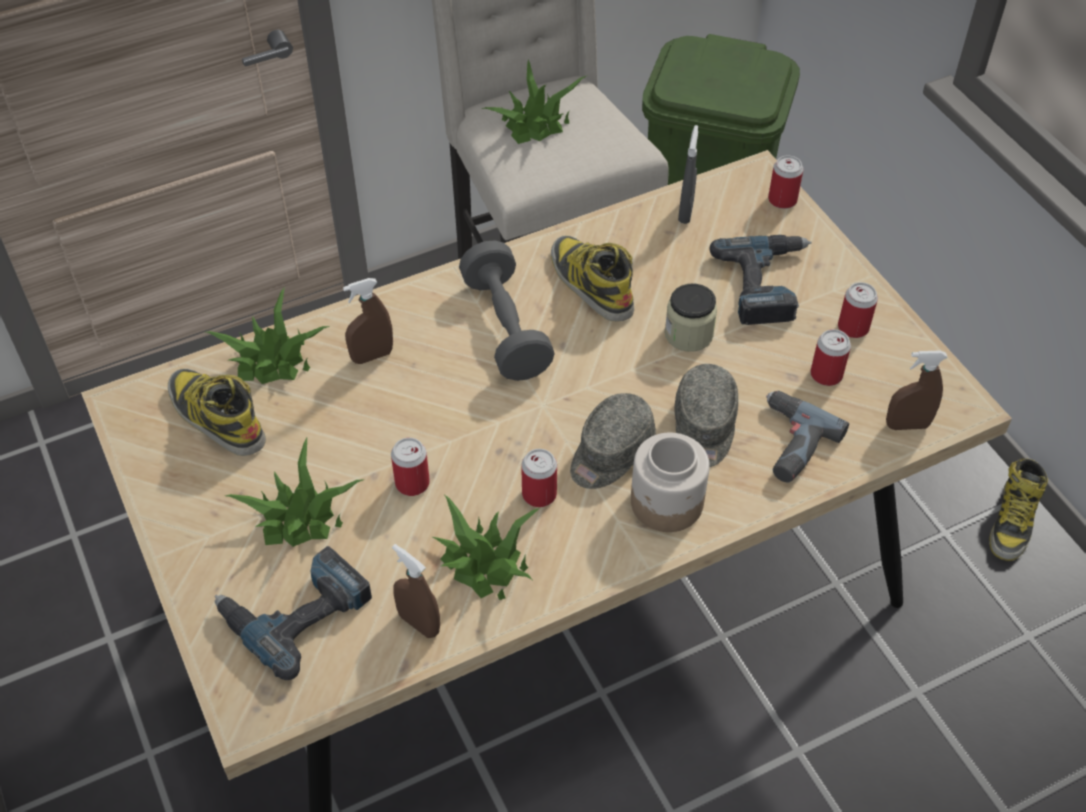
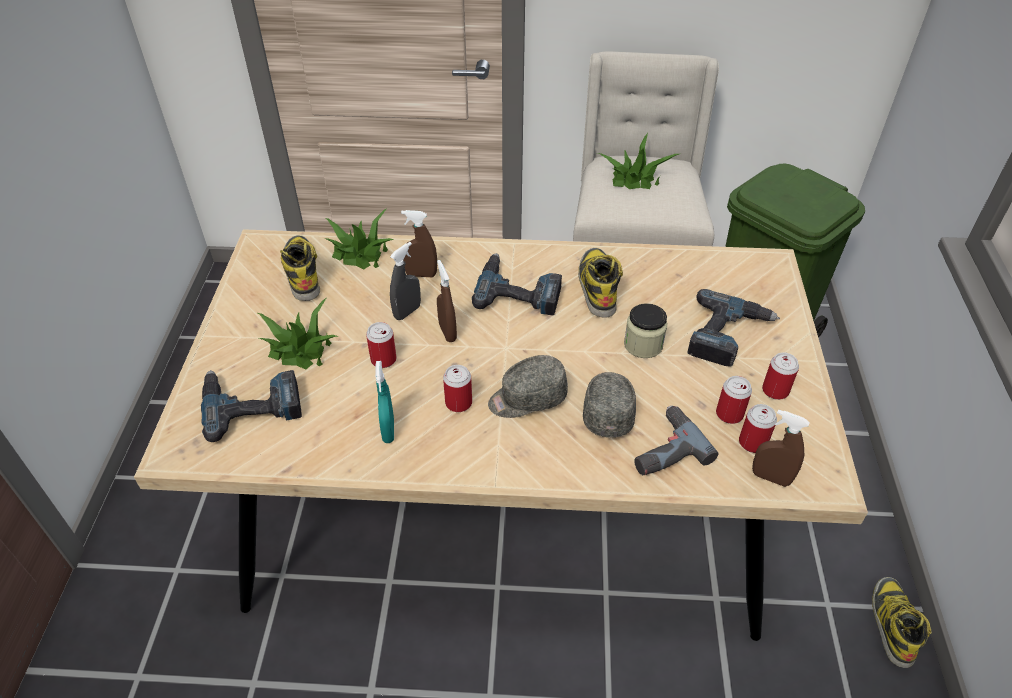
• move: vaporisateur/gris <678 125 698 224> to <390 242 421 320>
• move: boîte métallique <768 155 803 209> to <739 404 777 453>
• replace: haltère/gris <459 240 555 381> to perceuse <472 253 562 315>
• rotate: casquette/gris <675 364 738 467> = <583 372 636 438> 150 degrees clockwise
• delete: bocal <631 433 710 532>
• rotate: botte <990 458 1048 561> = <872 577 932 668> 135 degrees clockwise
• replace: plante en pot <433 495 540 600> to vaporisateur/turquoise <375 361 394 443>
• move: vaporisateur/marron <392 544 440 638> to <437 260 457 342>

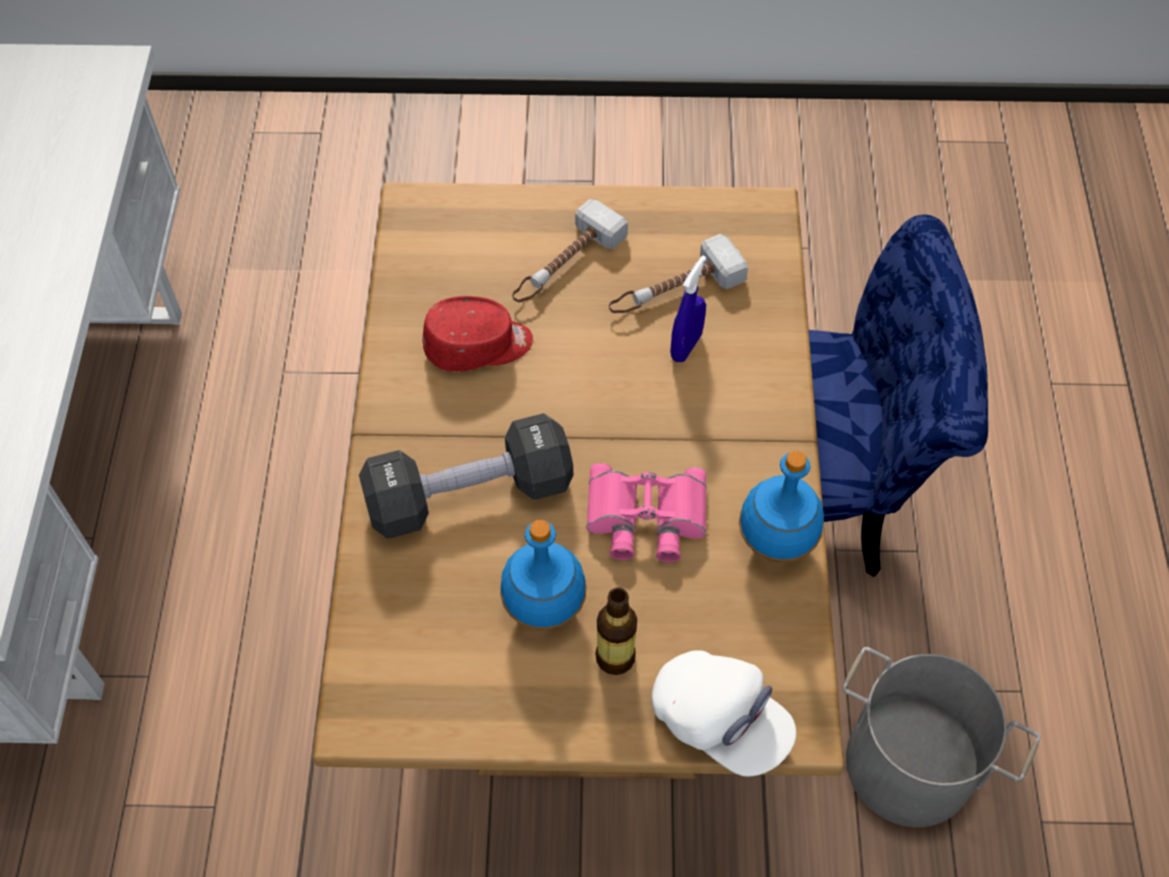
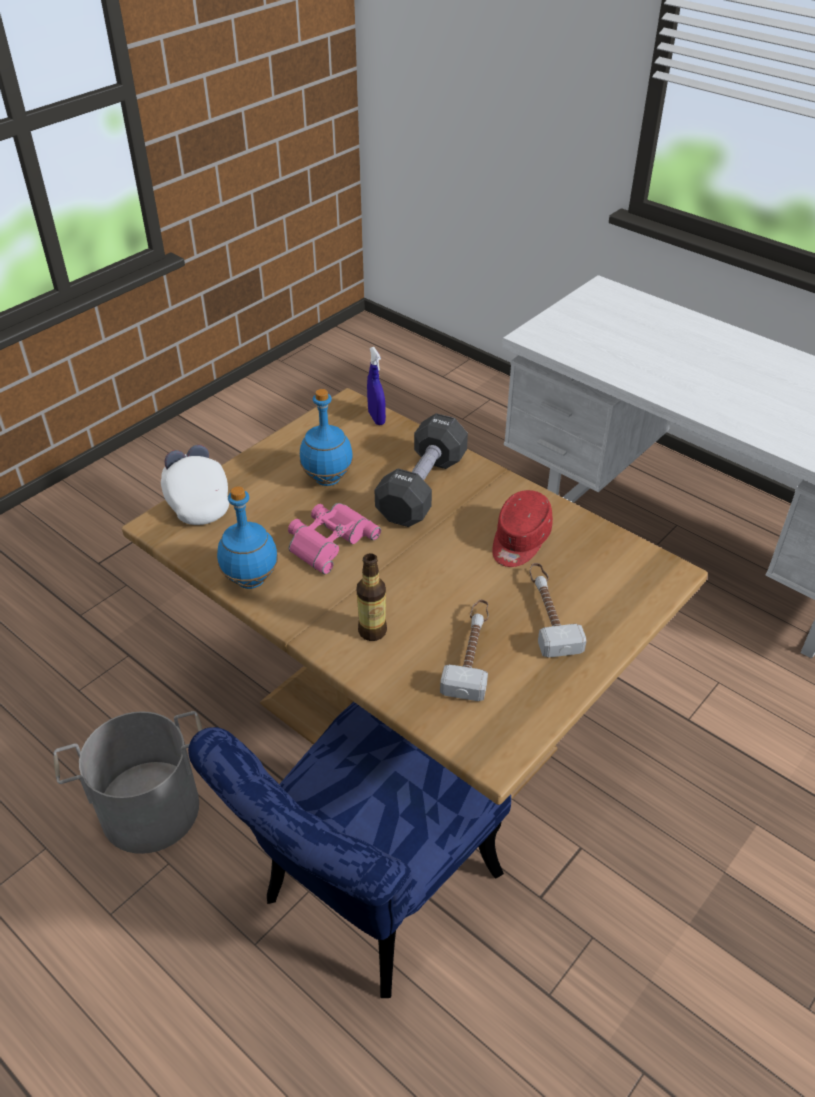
• move: vaporisateur/bleu <670 255 706 362> to <367 347 386 425>
• move: bouteille <595 588 637 675> to <357 553 387 641>
• rotate: casquette/blanc <652 650 796 777> = <161 445 229 525> 75 degrees clockwise

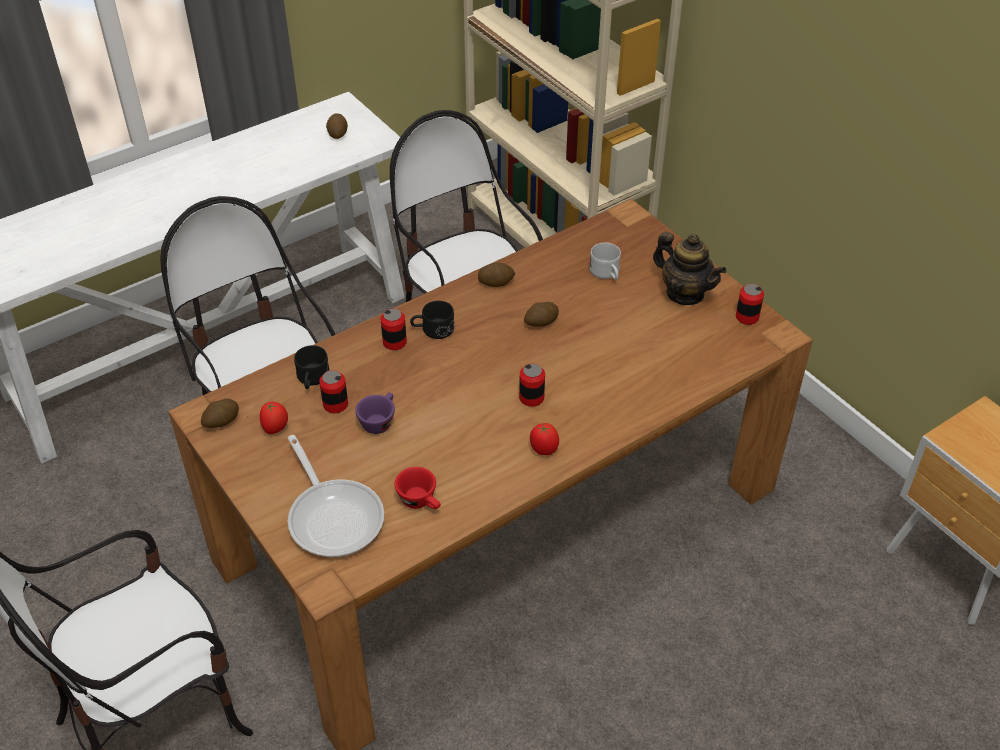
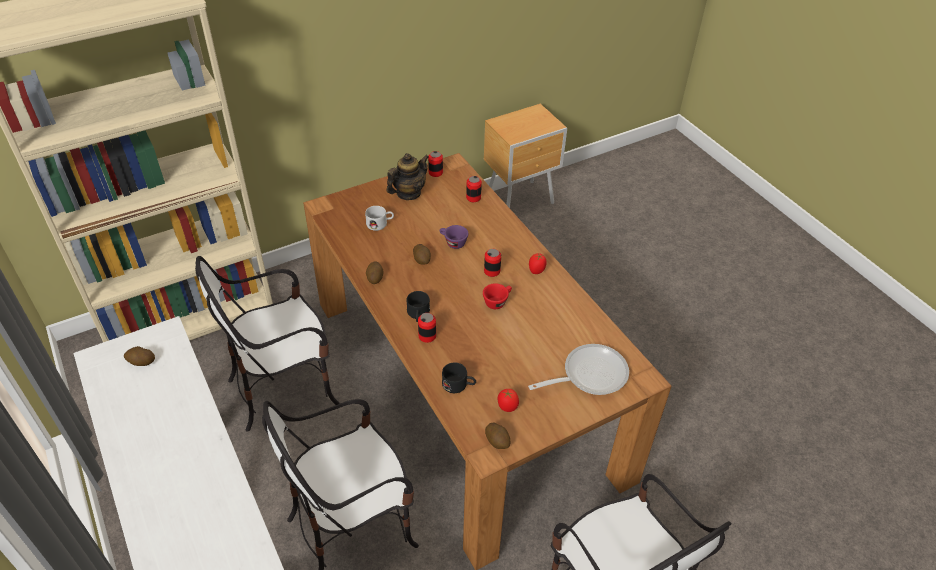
• move: boîte métallique <319 370 348 413> to <466 176 482 202>
• move: tasse/violet <355 392 395 434> to <439 225 468 249>
• move: tasse/rouge <395 467 441 509> to <483 283 512 309>

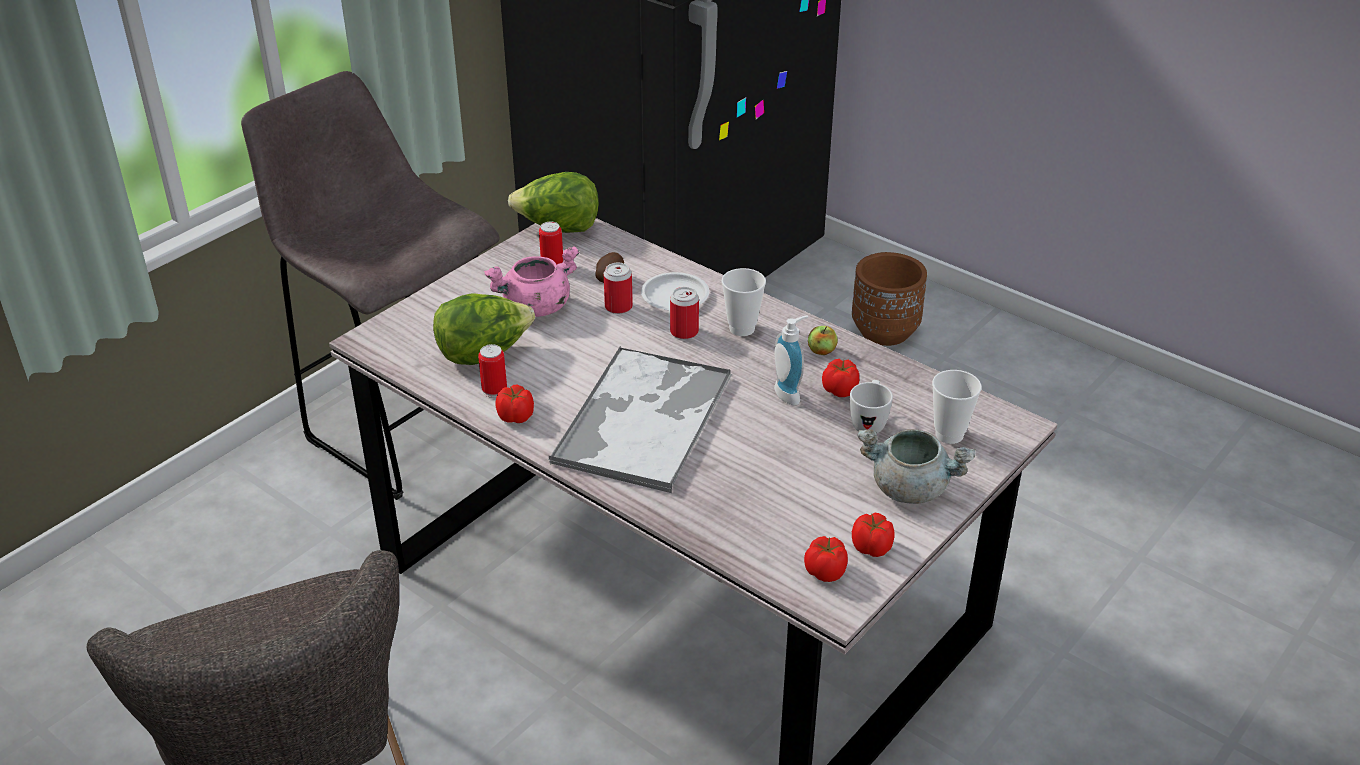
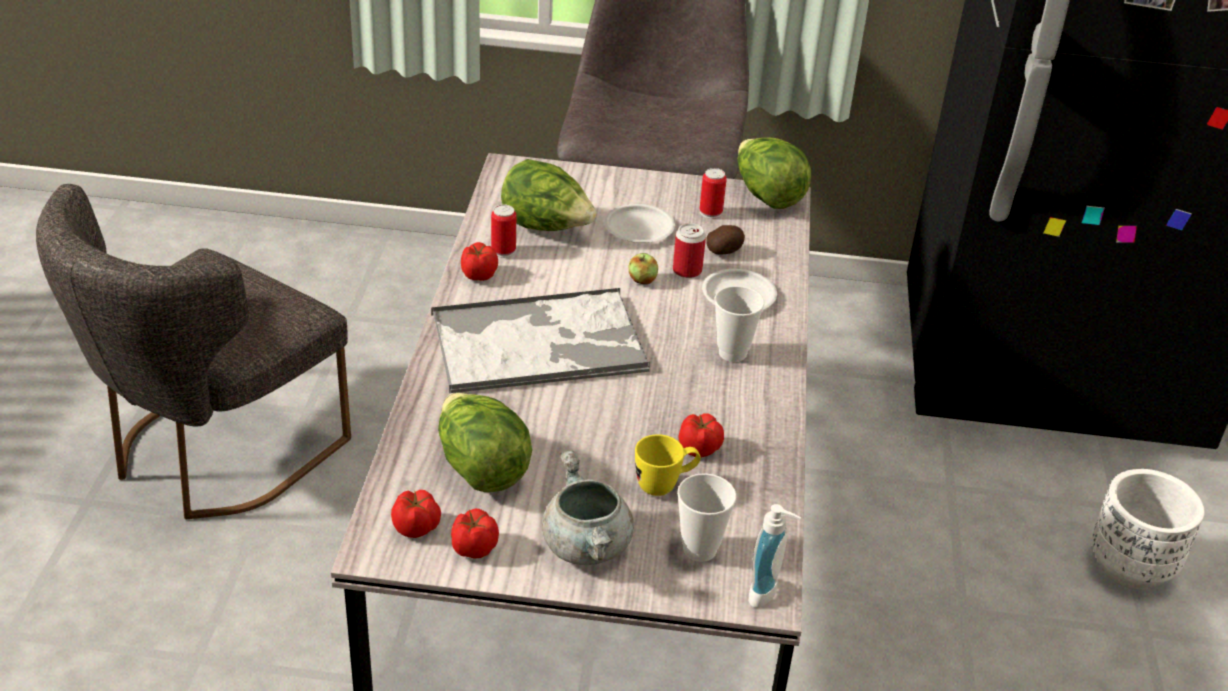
• replace: marmite/rose <484 246 579 317> to assiette/blanc <605 204 675 243>
• recolor: cache-pot/marron <852 252 927 346> to cache-pot/blanc <1092 469 1205 590>
• delete: boîte métallique <670 287 699 339>
• move: distributeur de savon <774 316 808 405> to <749 504 801 608>
• move: pomme <808 326 838 355> to <629 253 658 284>
• recolor: mug/blanc <850 380 893 433> to mug/jaune <635 434 701 496>
• insert: laitue <438 393 532 492>

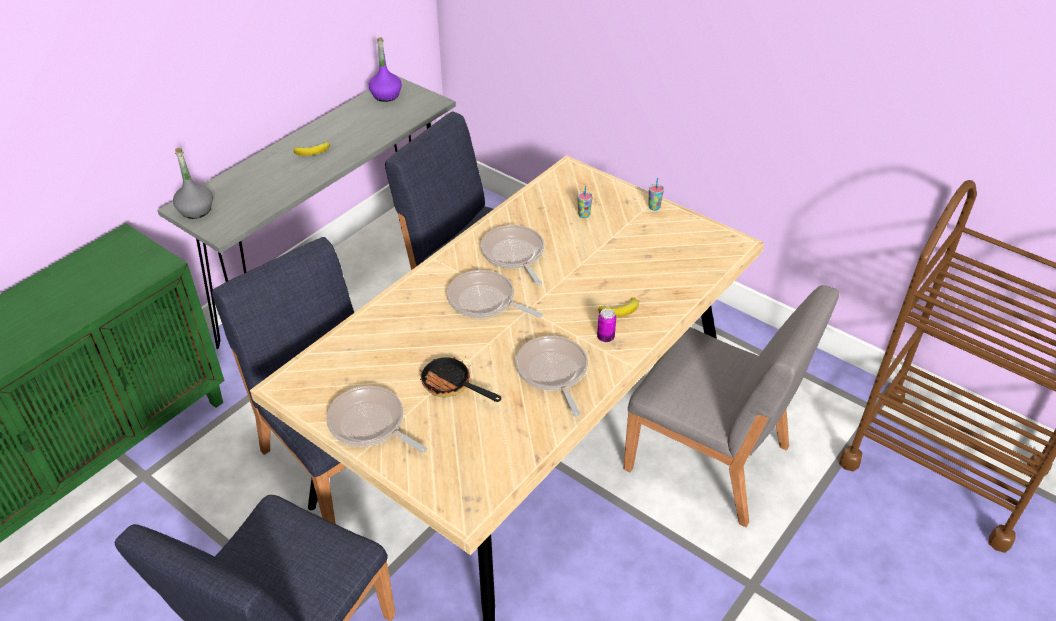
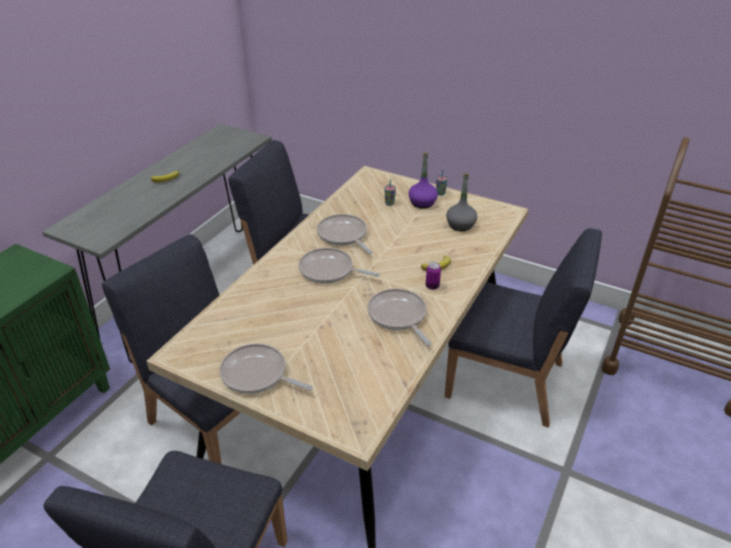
• move: bouteille/violet <369 37 402 102> to <408 152 438 209>
• move: bouteille/gris <173 148 213 219> to <446 173 477 231>
• recolor: chaise/gris <624 285 839 527> to chaise/bleu <445 228 602 427>
• delete: poêle <420 355 501 402>

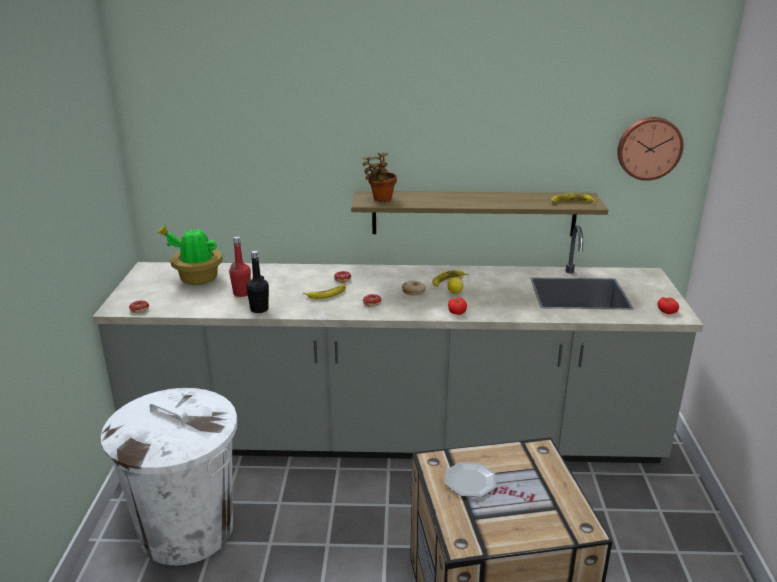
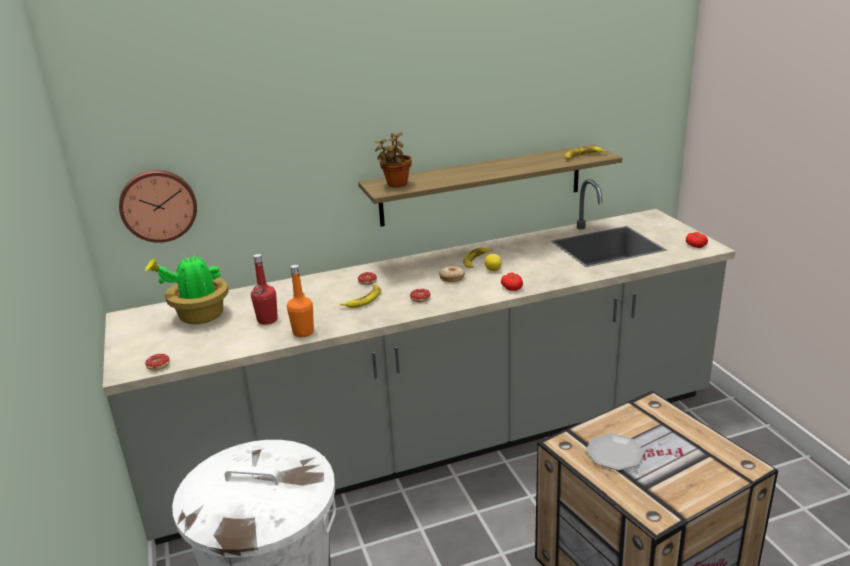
• move: horloge murale <617 117 684 181> to <119 170 197 243>
• recolor: bouteille/noir <246 250 269 313> to bouteille/orange <287 265 314 337>

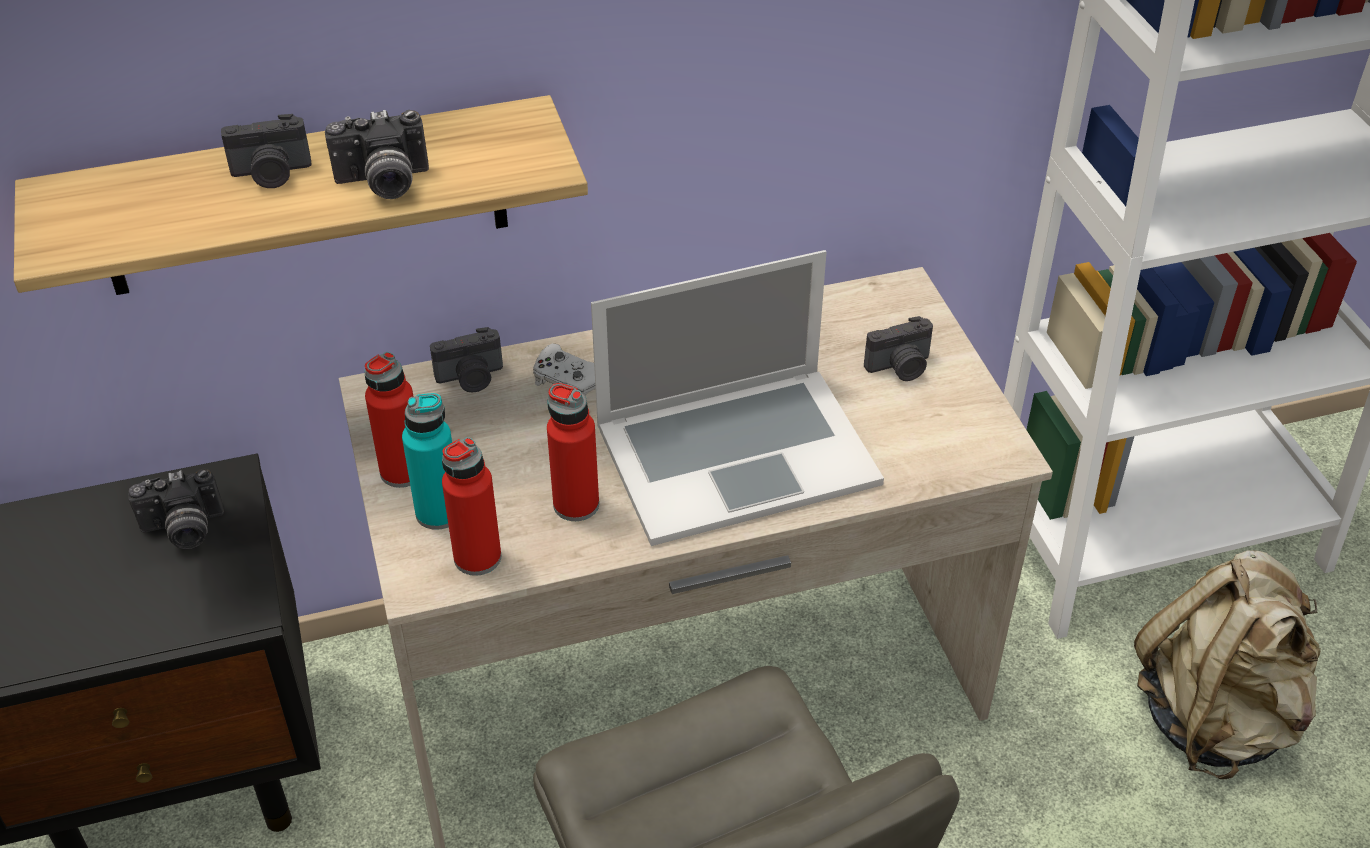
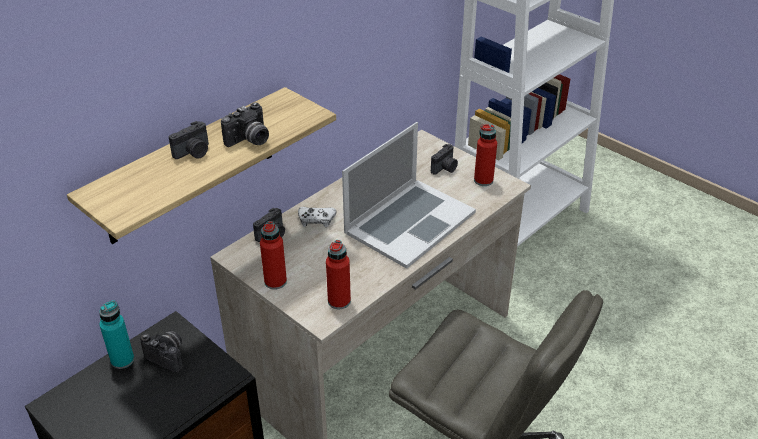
• move: bouteille/rouge <547 383 599 521> to <474 124 497 186>
• move: bouteille/turquoise <402 393 452 530> to <99 300 134 369>
• rotate: appareil photo <128 469 224 549> = <140 331 183 372> 105 degrees counterclockwise
• delete: sac à dos/beige <1134 550 1321 779>

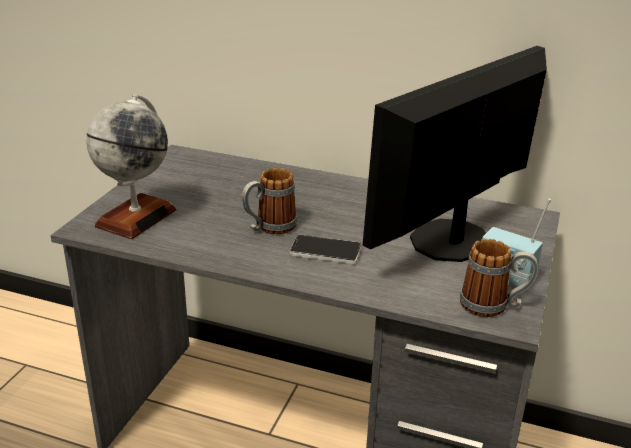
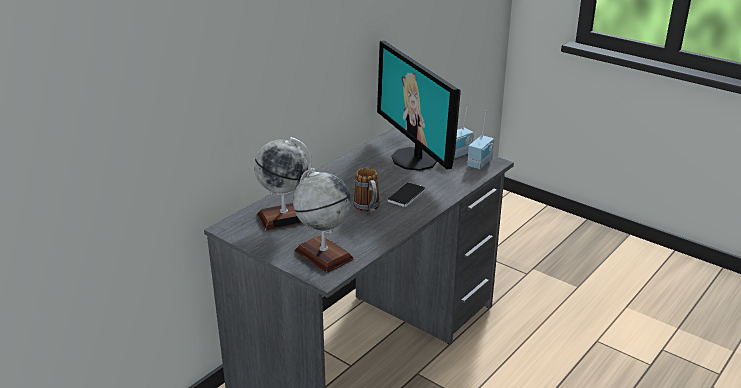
• replace: mug <460 239 538 317> to radio <467 111 494 169>
• insert: globe <254 137 312 231>

